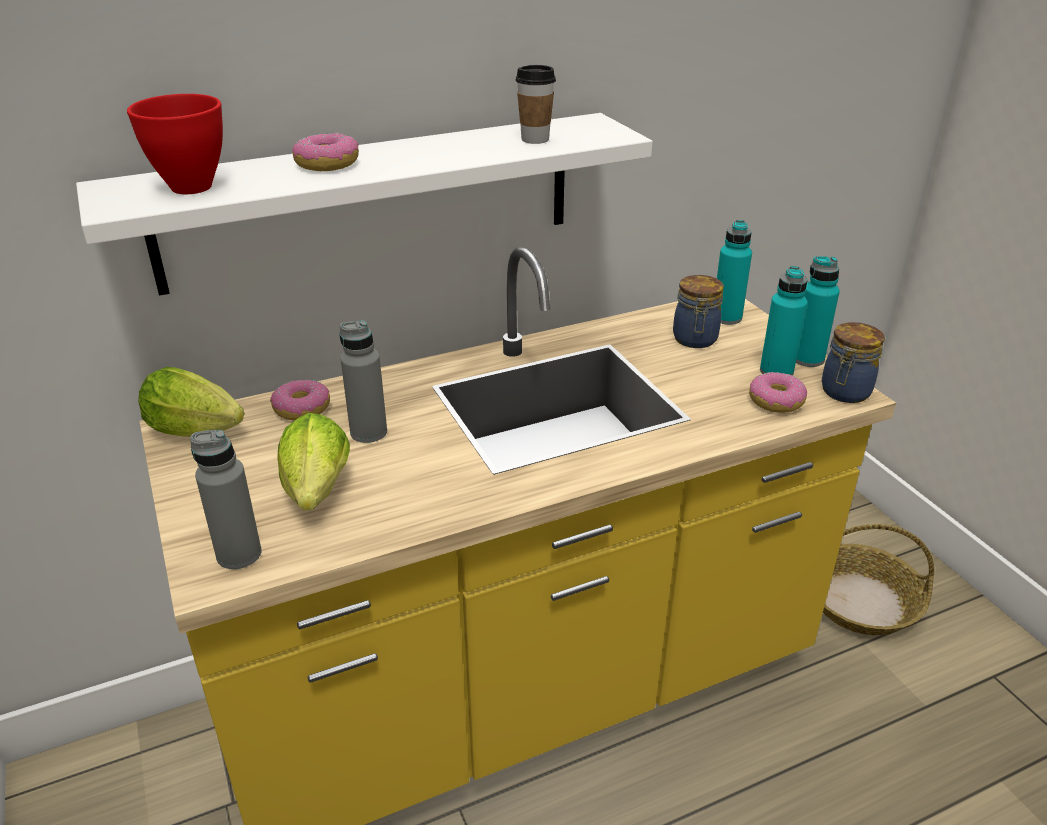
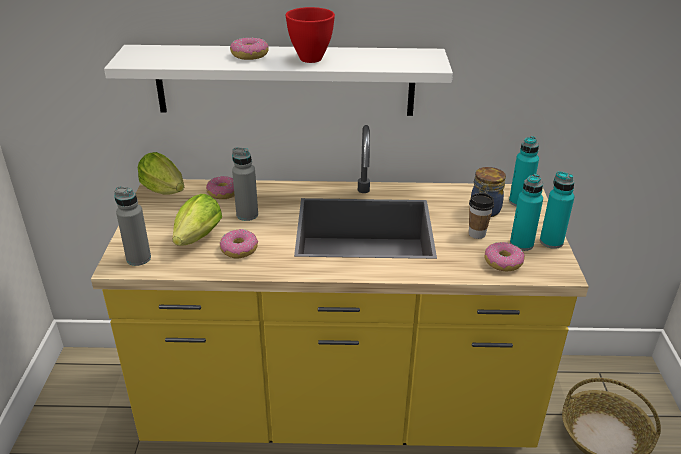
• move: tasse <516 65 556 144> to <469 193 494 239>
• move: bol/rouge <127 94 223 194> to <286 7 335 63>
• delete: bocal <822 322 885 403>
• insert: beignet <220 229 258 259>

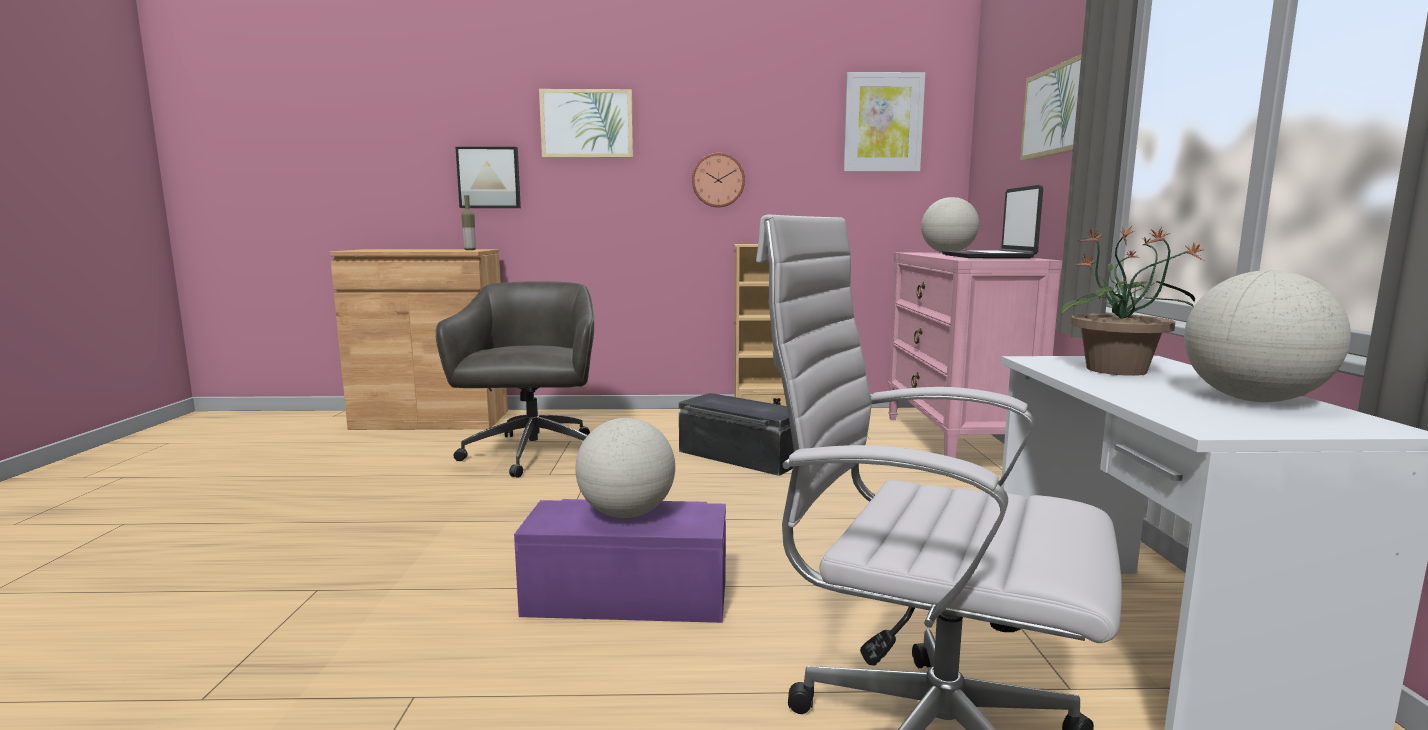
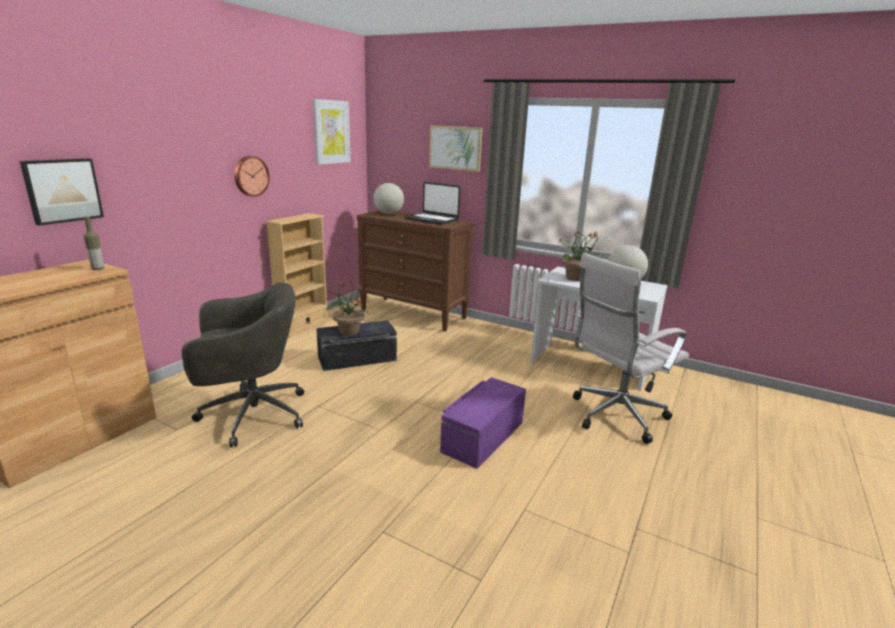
• delete: tableau <539 89 633 158>
• recolor: commode/rose <888 252 1062 477> to commode/marron <357 211 474 331>
• rotate: chaise de bureau/gris <436 281 594 478> = <182 283 304 447> 135 degrees clockwise
• delete: globe <575 418 675 518>
• insert: plante en pot <326 281 368 335>

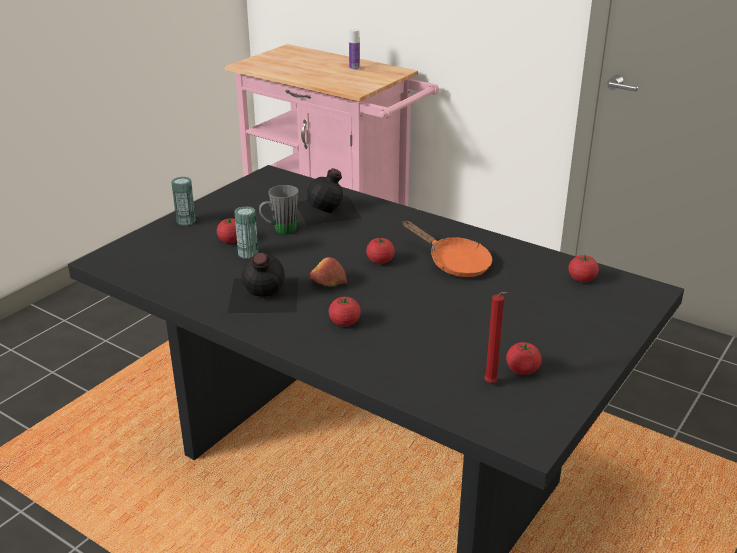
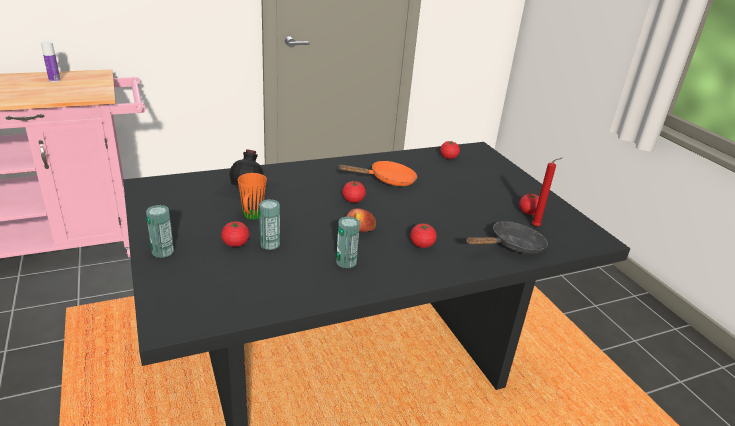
• recolor: mug/gris <259 185 298 234> to mug/orange <238 173 267 220>
• replace: bouteille/noir <227 253 299 314> to boîte métallique <336 216 360 268>
• insert: poêle/noir <466 221 548 254>

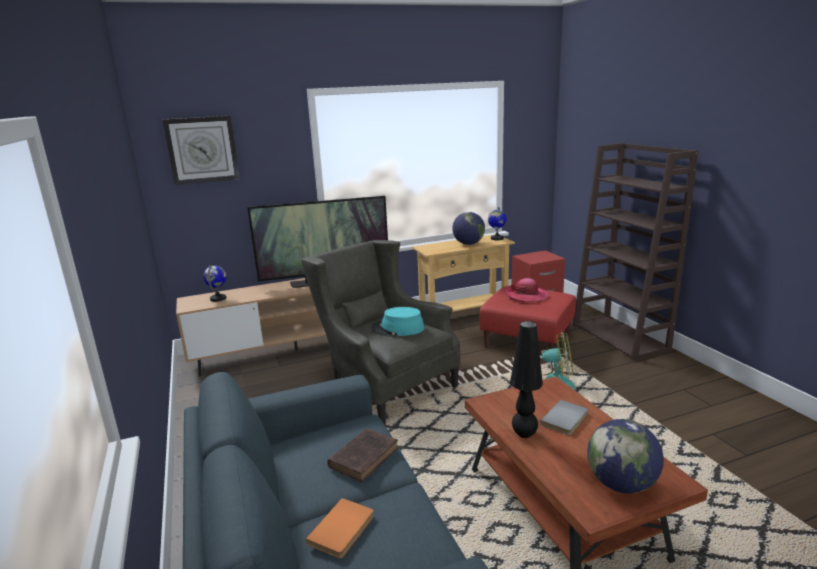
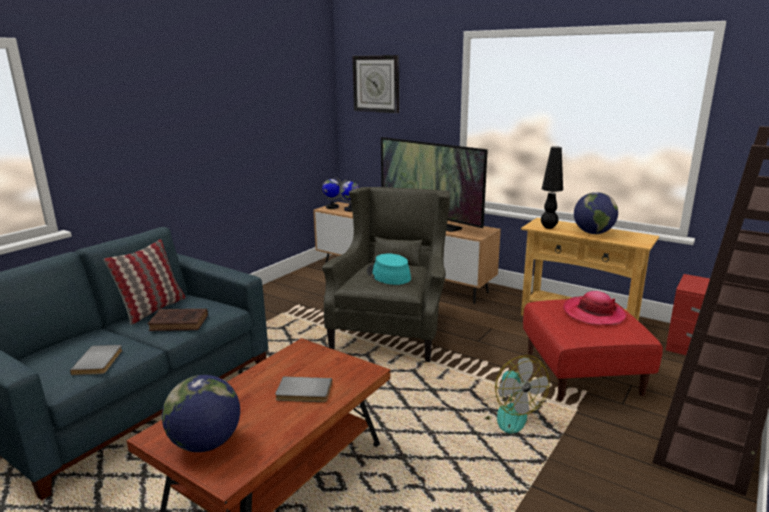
• move: globe <488 207 506 240> to <322 177 342 209>
• move: lampe de table/noir <510 321 543 438> to <541 146 563 229>
• delete: livre/orange <306 498 374 558>
• insert: coussin <104 239 186 325>
• insert: livre/gris <70 345 122 375>

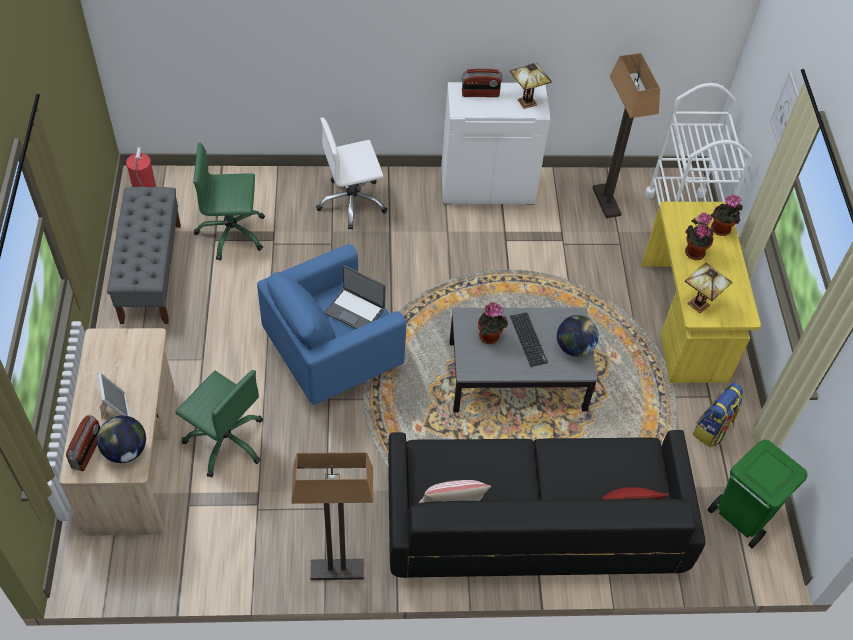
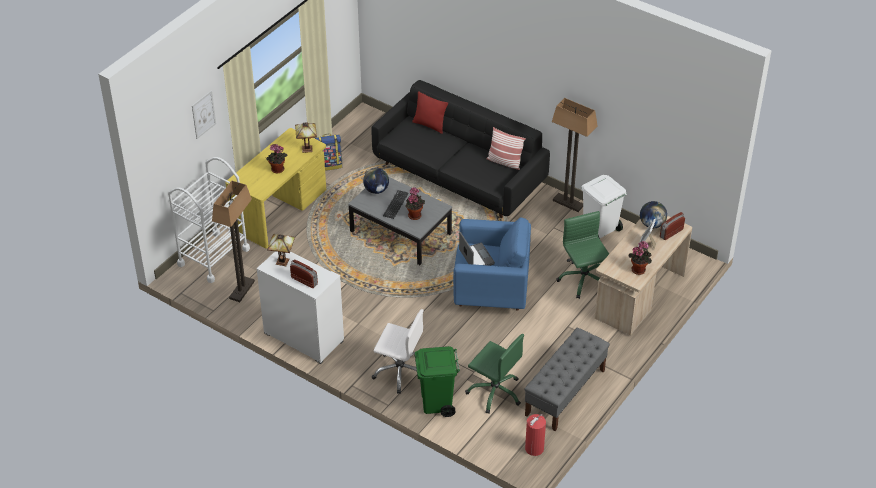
• move: plante en pot <711 195 743 236> to <629 241 652 275>
• move: poubelle/vert <708 440 808 548> to <415 346 460 417>
• insert: poubelle/blanc <581 175 627 239>

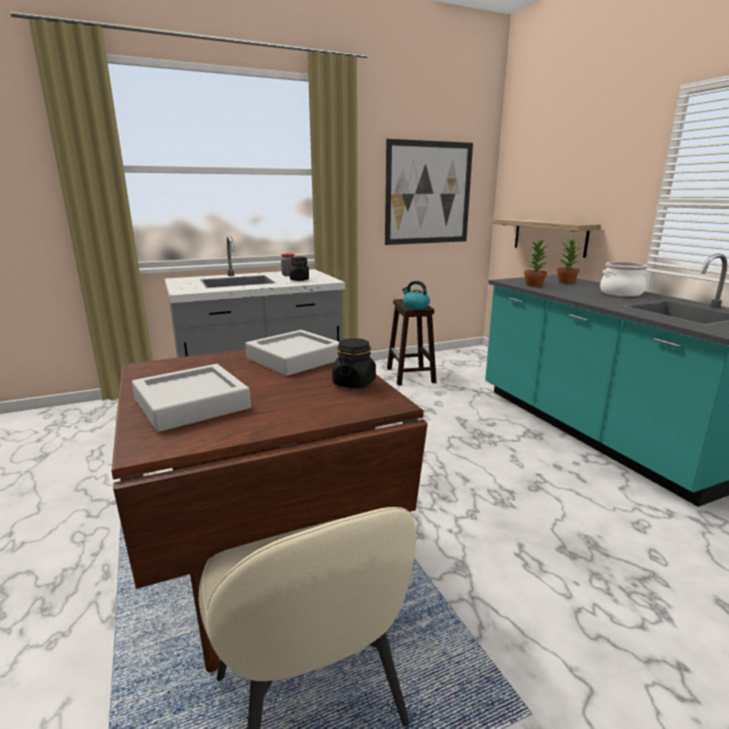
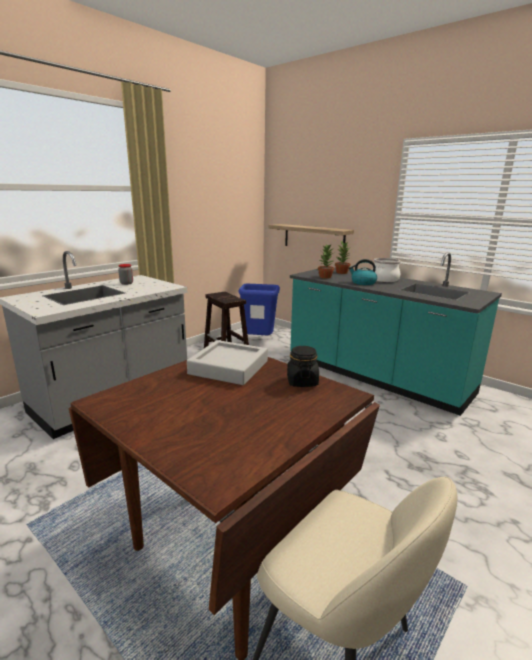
• delete: tableau <385 139 473 245>
• delete: bocal/noir <290 257 309 281>
• move: bouilloire <402 281 430 309> to <349 259 377 285>
• delete: plateau/gris <132 364 251 432>
• insert: poubelle/bleu <238 284 280 335>

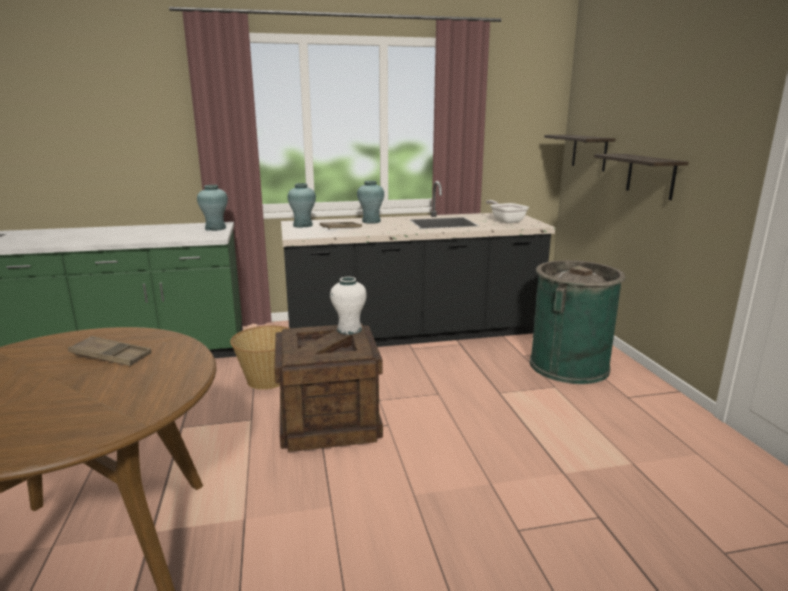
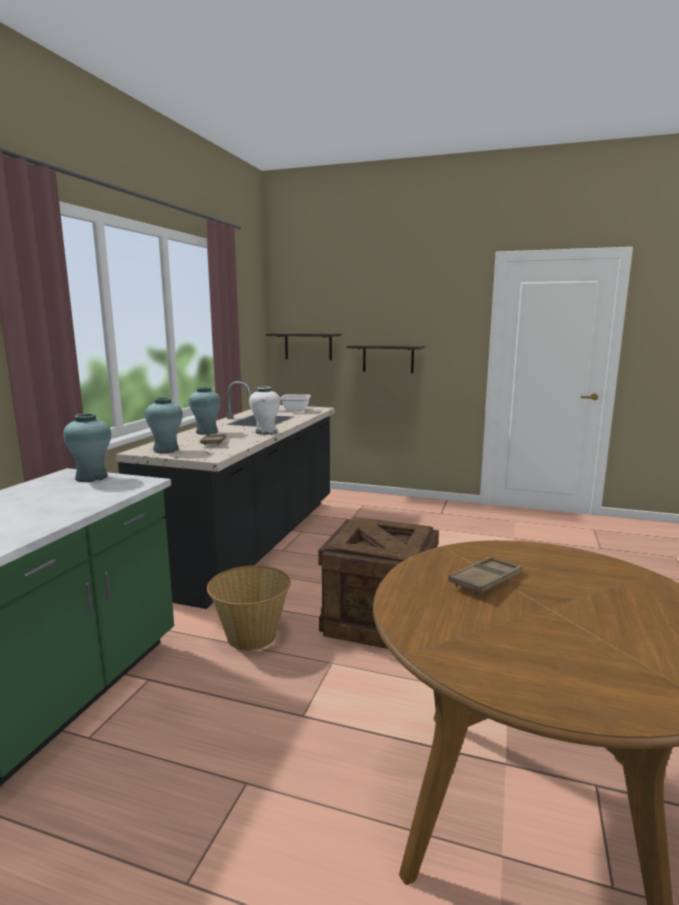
• delete: poubelle/vert <530 260 626 384>
• move: vase/blanc <330 277 367 335> to <249 387 280 435>

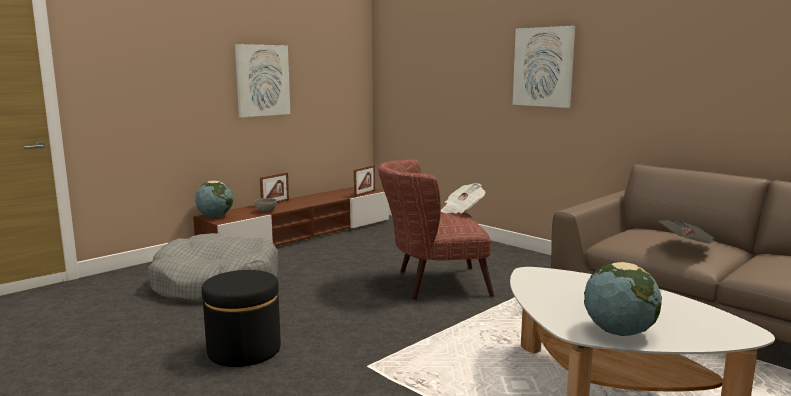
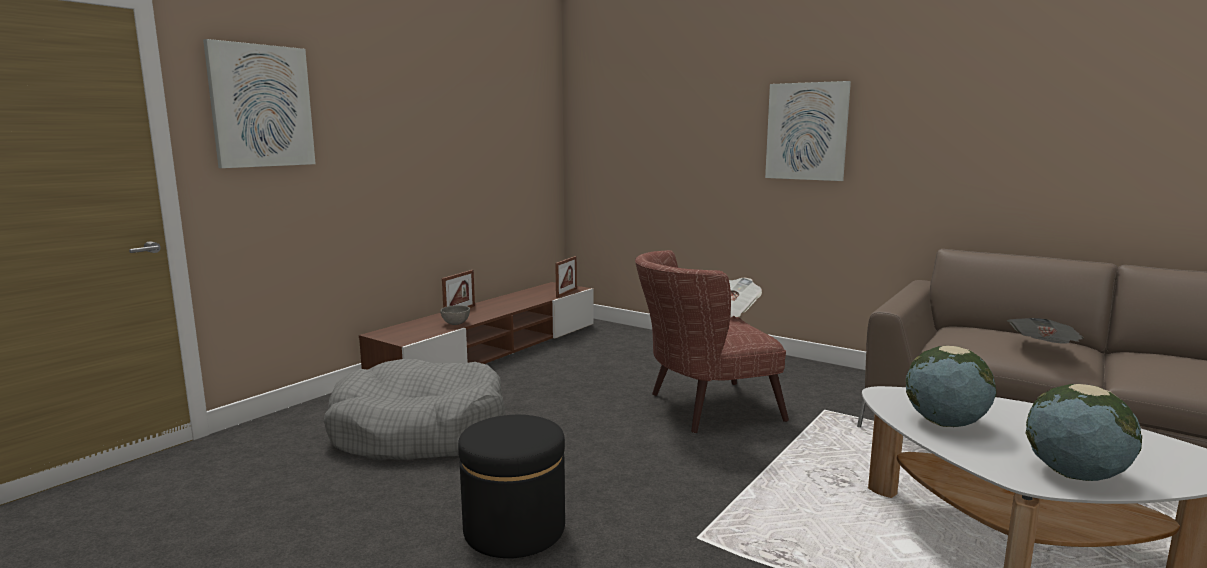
• move: tableau <235 44 290 117> to <203 39 316 168>
• move: globe <195 181 233 218> to <906 346 996 427>

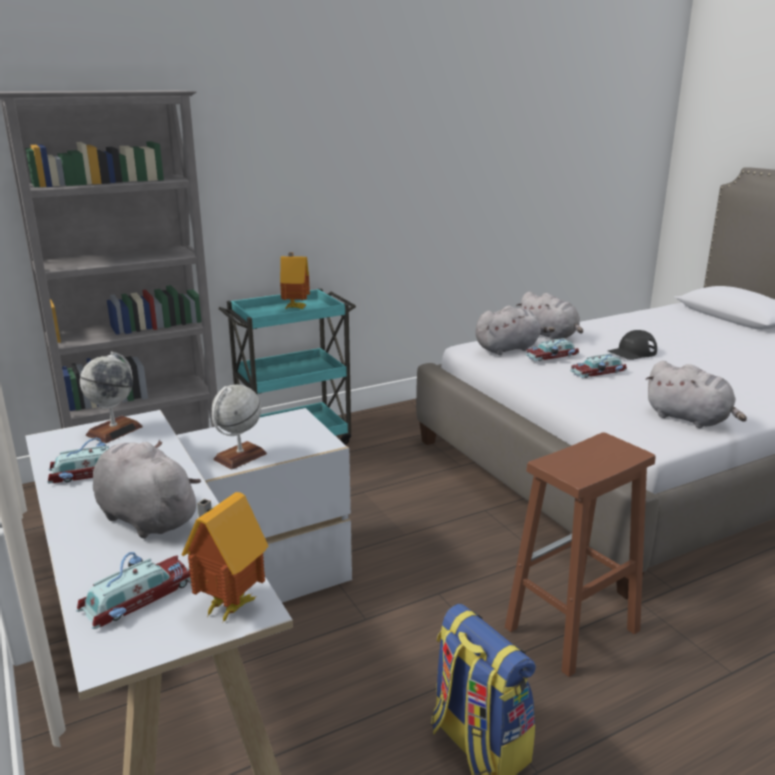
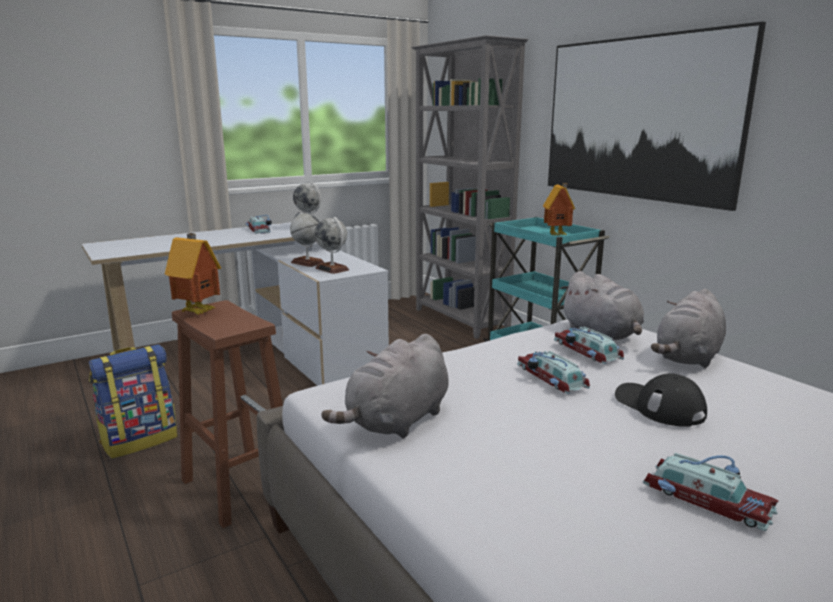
• delete: peluche/gris <93 440 201 538>
• move: maison miniature <182 492 268 624> to <165 233 221 315>
• move: petite voiture <76 552 191 629> to <643 453 779 531>
• insert: tableau <548 21 766 211>
• insert: globe <314 217 349 274>

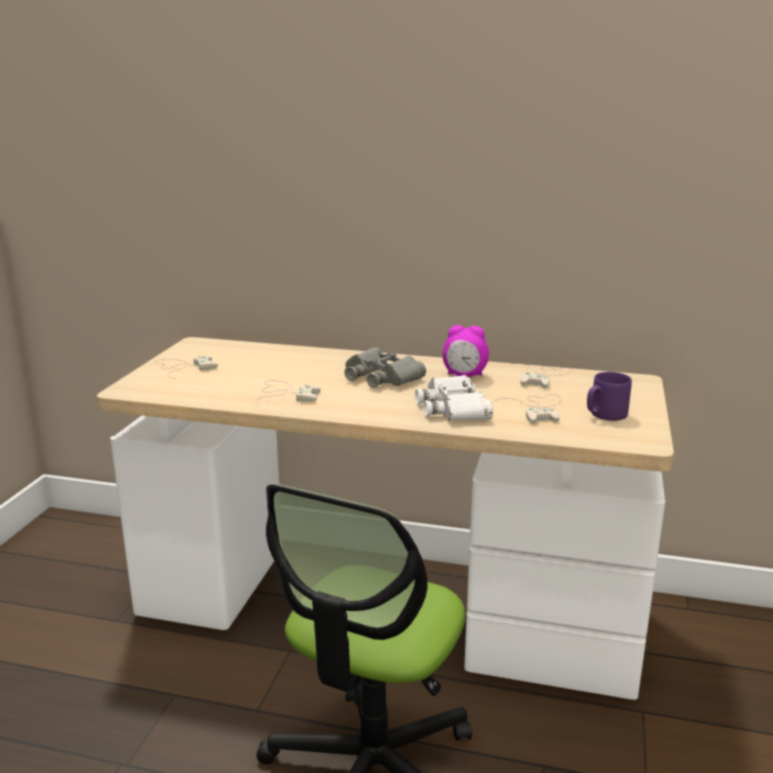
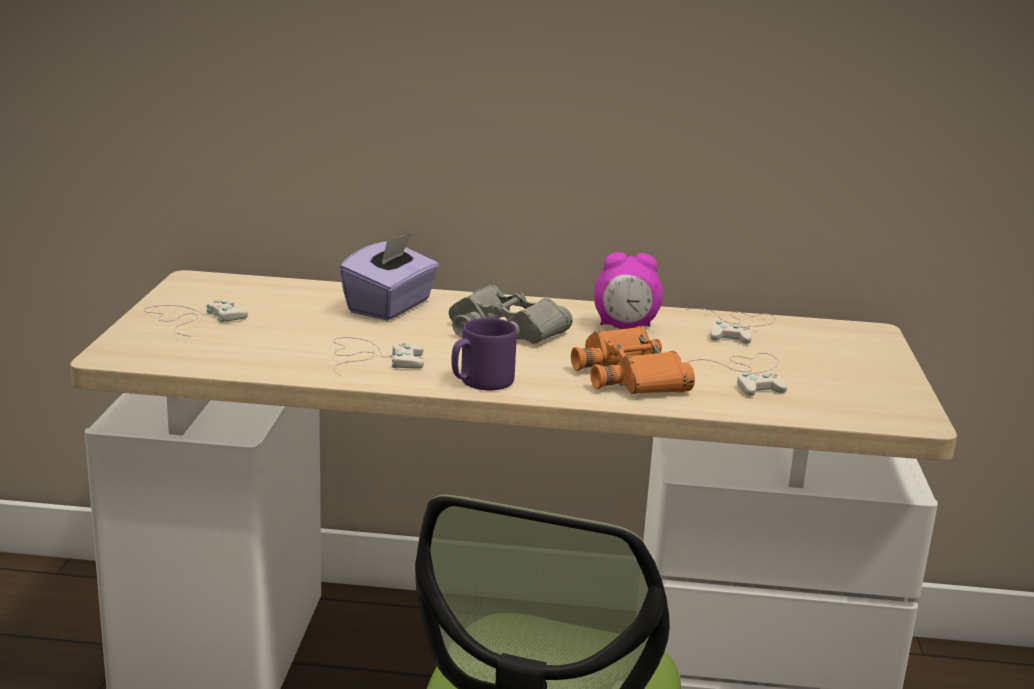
• move: mug/violet <587 372 632 421> to <451 318 517 390>
• recolor: jumelles/blanc <415 375 493 420> to jumelles/orange <571 326 695 394>
• insert: boîte à mouchoirs/violet <339 232 439 321>

